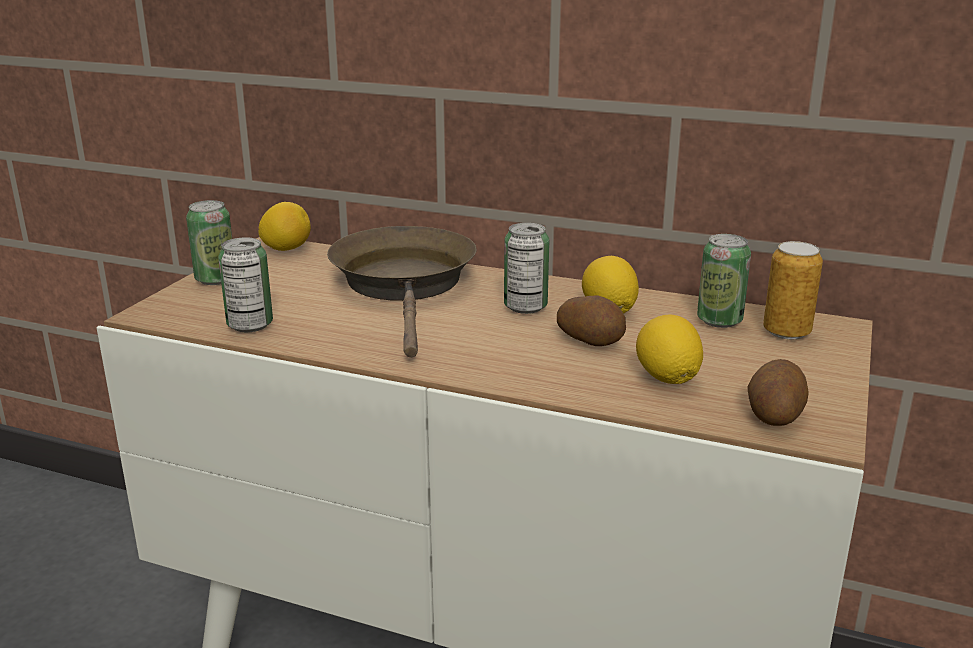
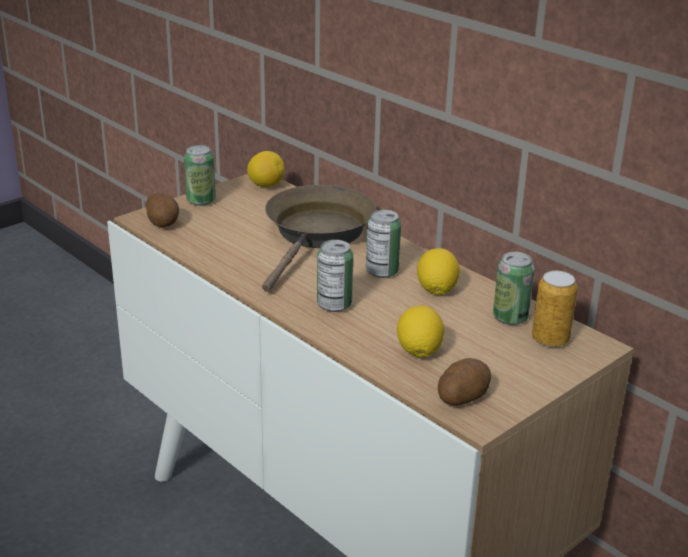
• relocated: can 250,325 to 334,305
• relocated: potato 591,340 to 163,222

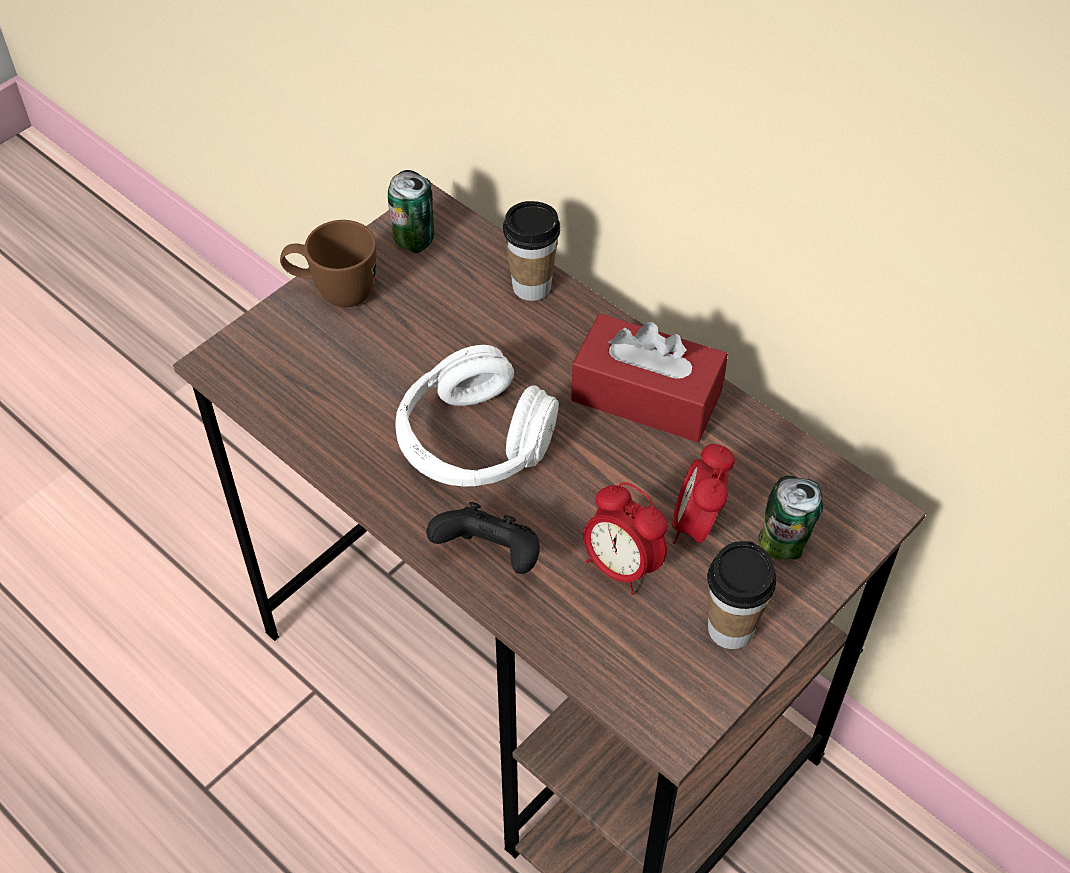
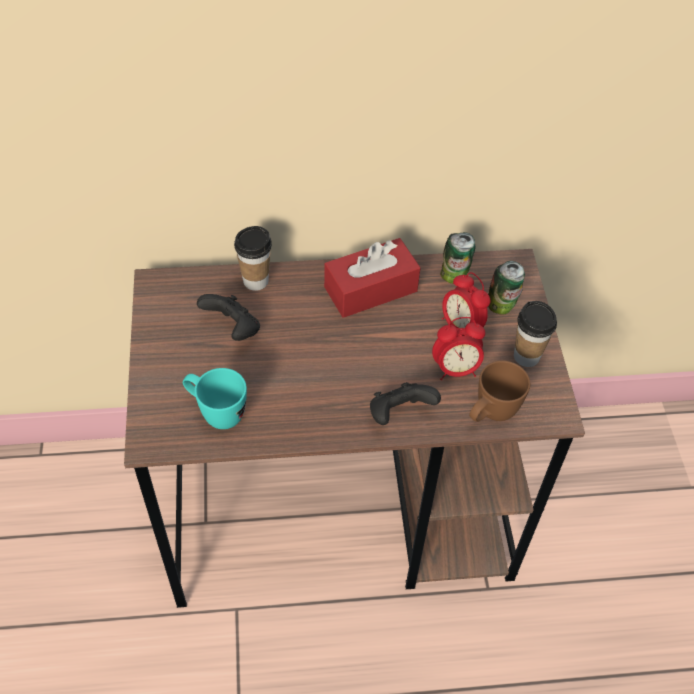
• relocated: can 413,241 to 454,276
• relocated: brown mug 334,293 to 490,414
• missing: white headphones 473,440
• appeared: black game controller 233,329
• appeared: turquoise mug 216,413

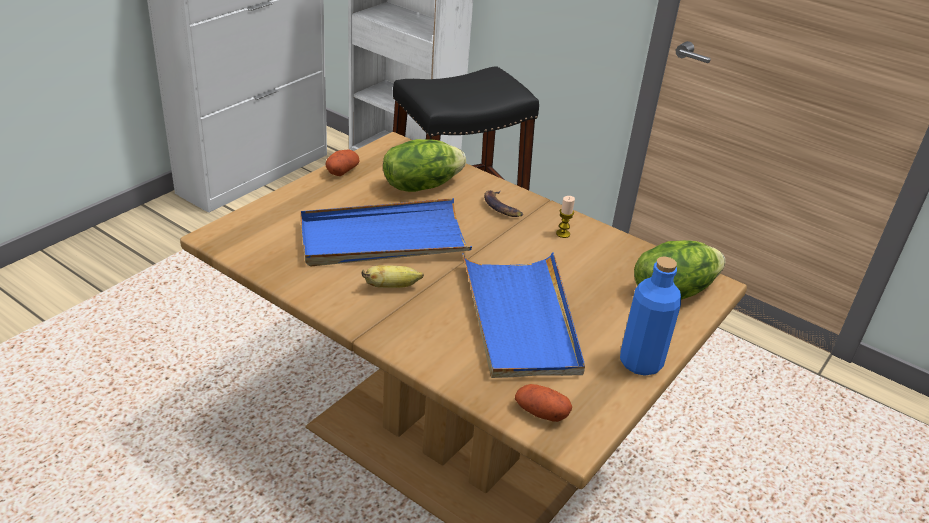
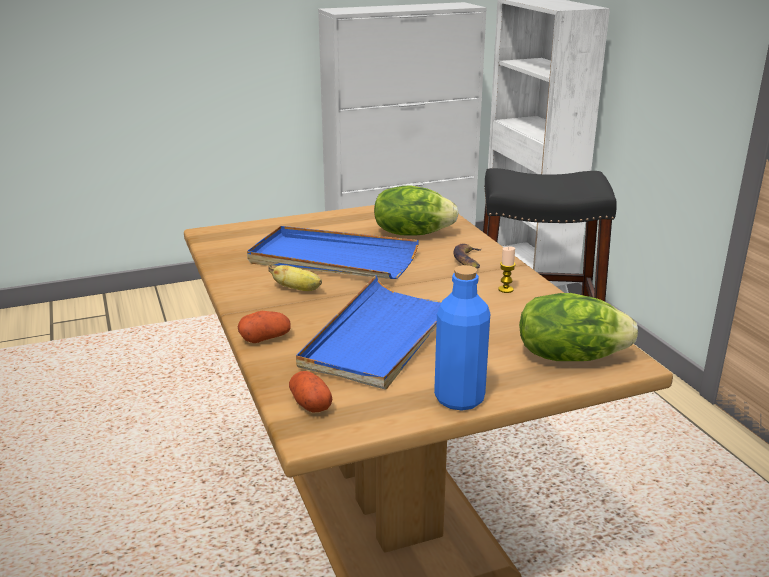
• relocated: potato 342,171 to 265,338

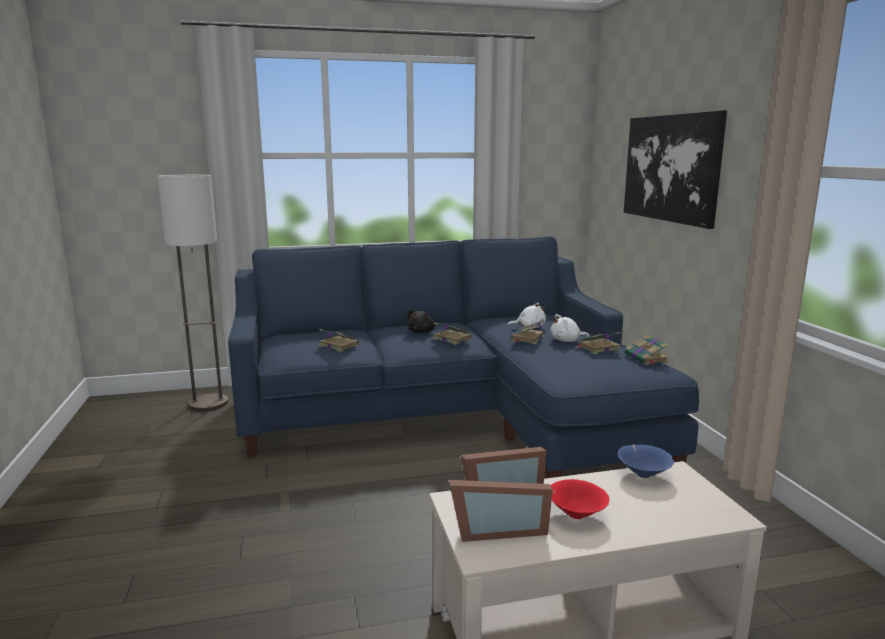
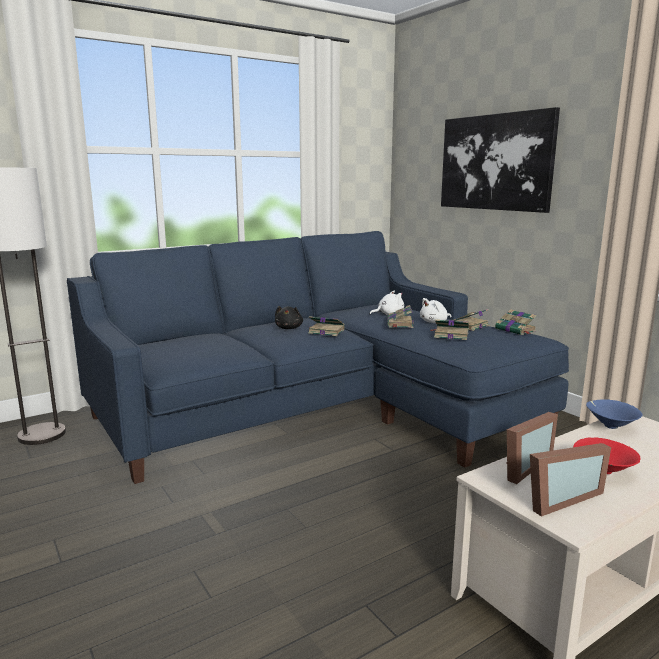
• relocated: book 338,345 to 450,335

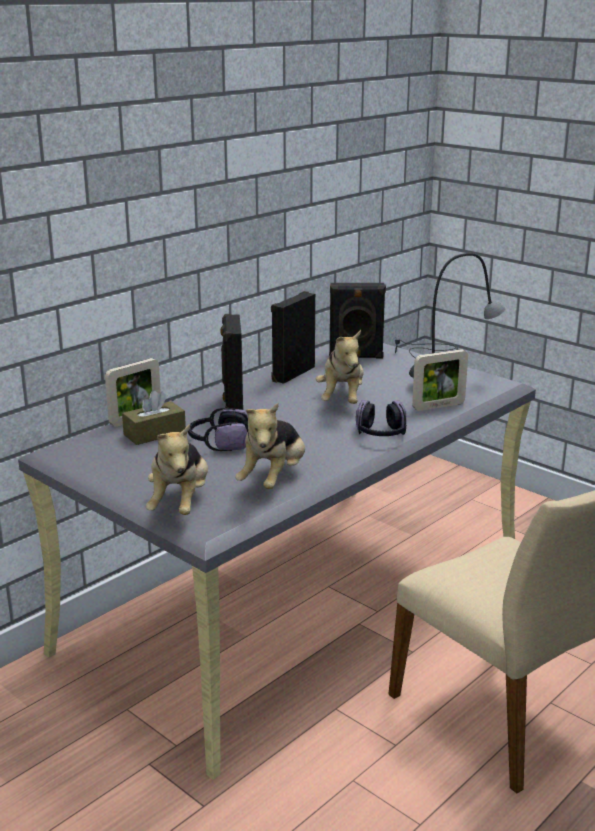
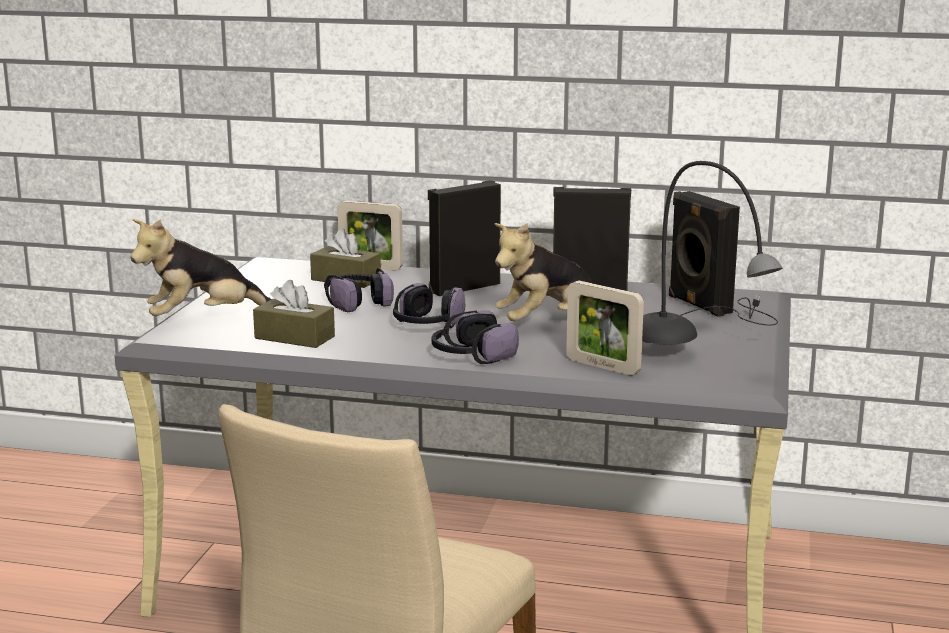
• exchanged: plush toy 274,479 to brown tissue box 294,337
• appeared: headphones 426,325

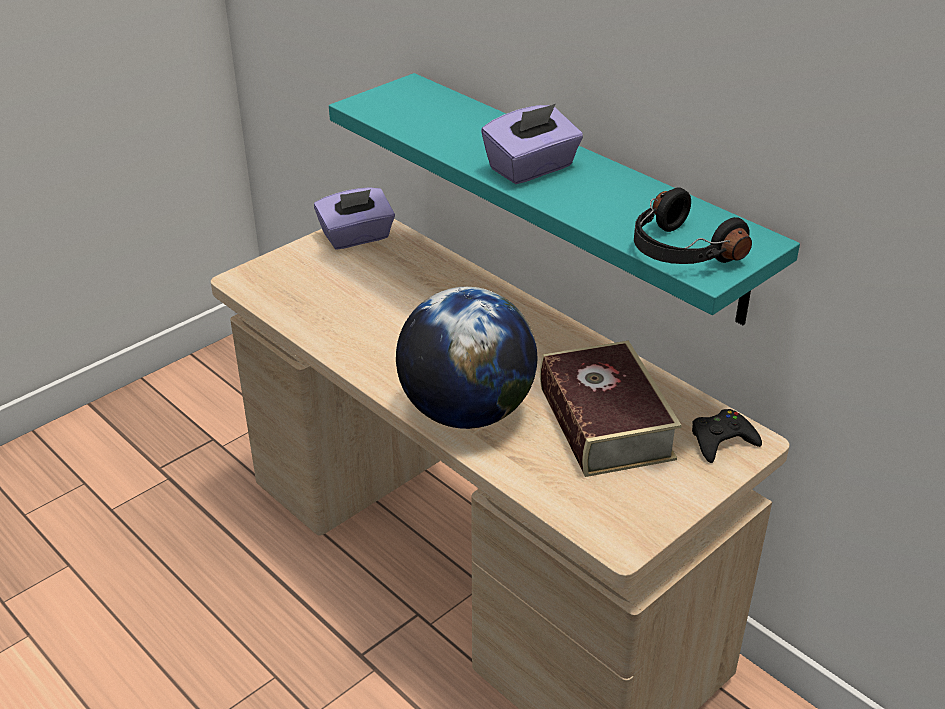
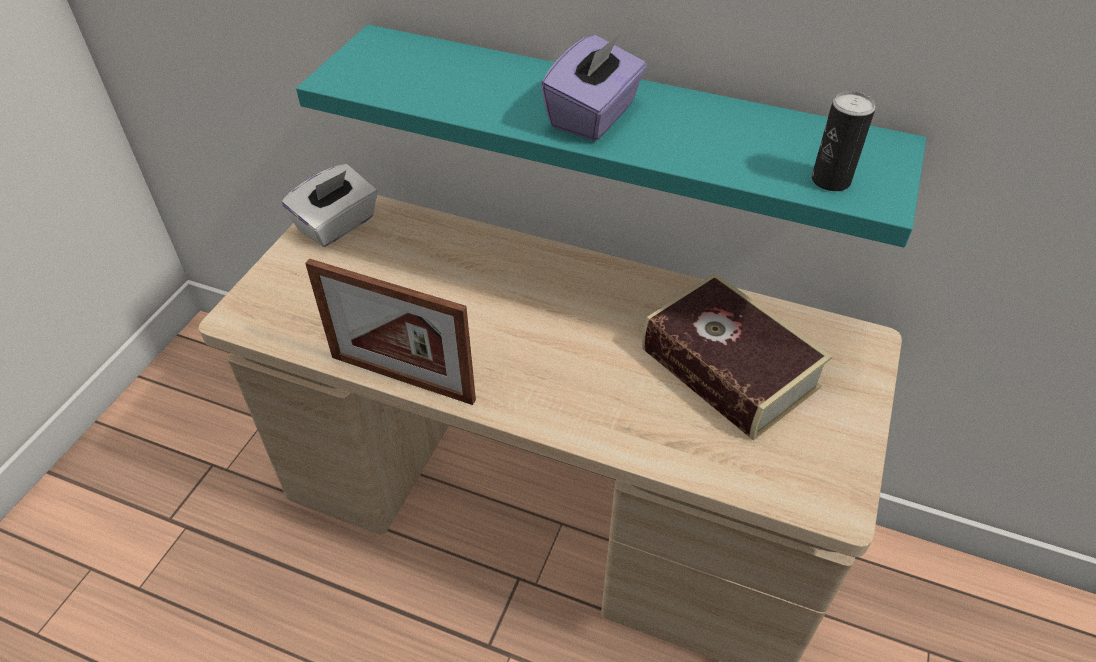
• colour: purple tissue box 356,237 to white tissue box 337,225
• exchanged: black headphones 680,251 to can 830,180
• missing: globe 466,412
• missing: black game controller 722,441
• appeared: picture frame 402,378

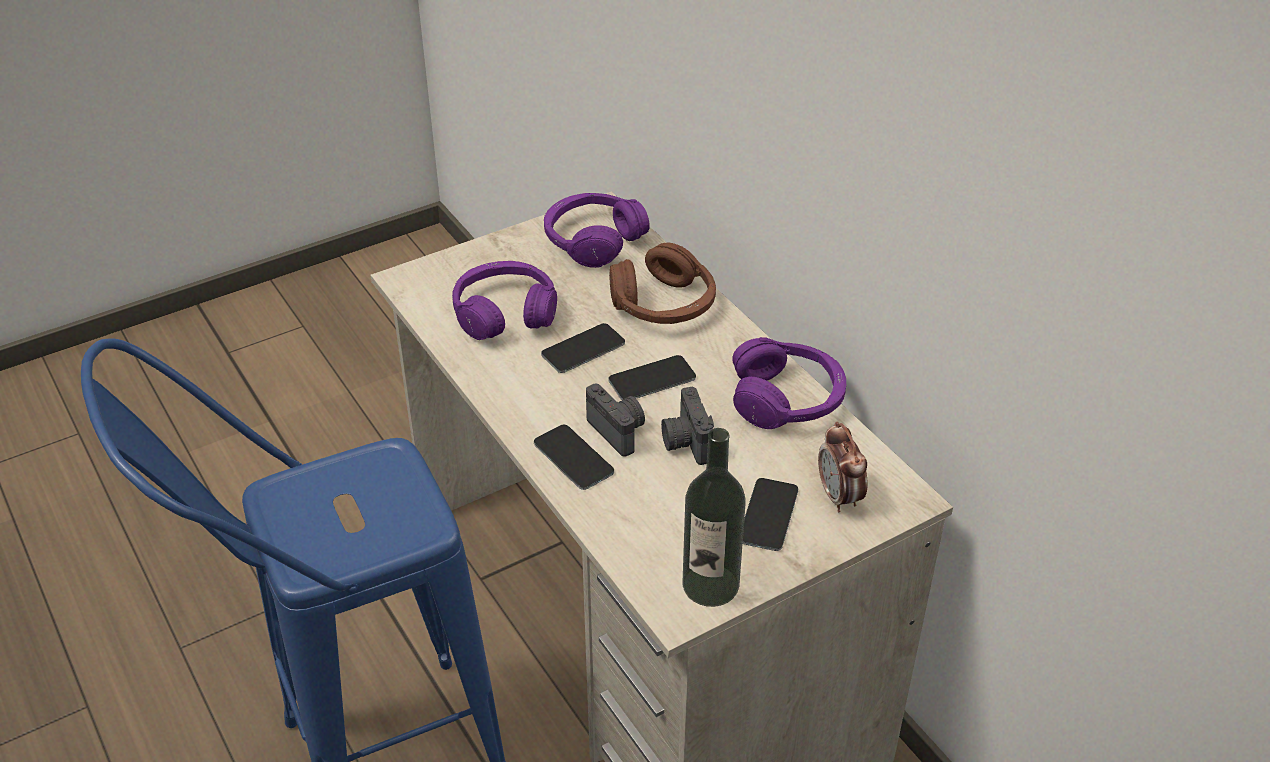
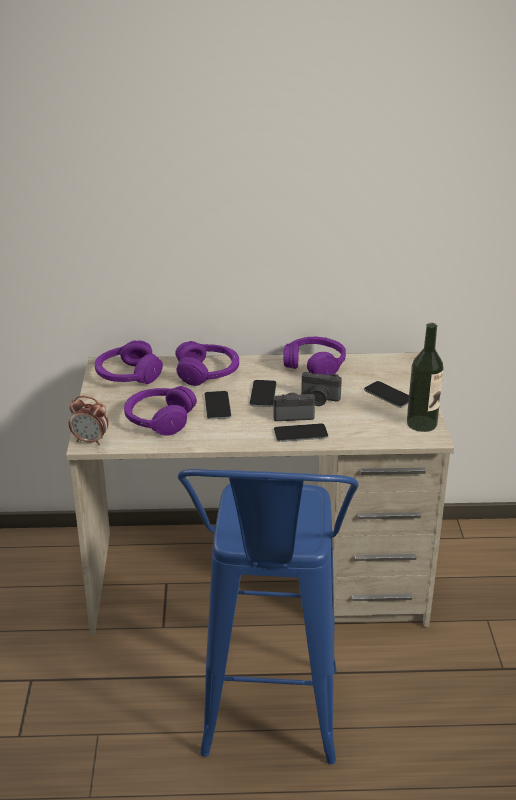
• colour: brown headphones 663,305 to purple headphones 208,373
• relocated: alarm clock 839,497 to 90,441

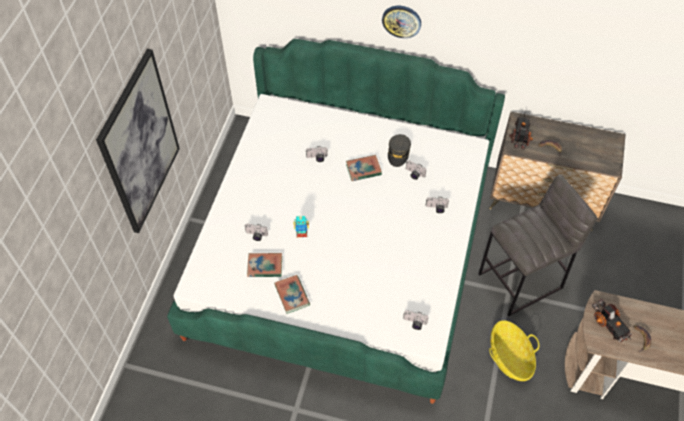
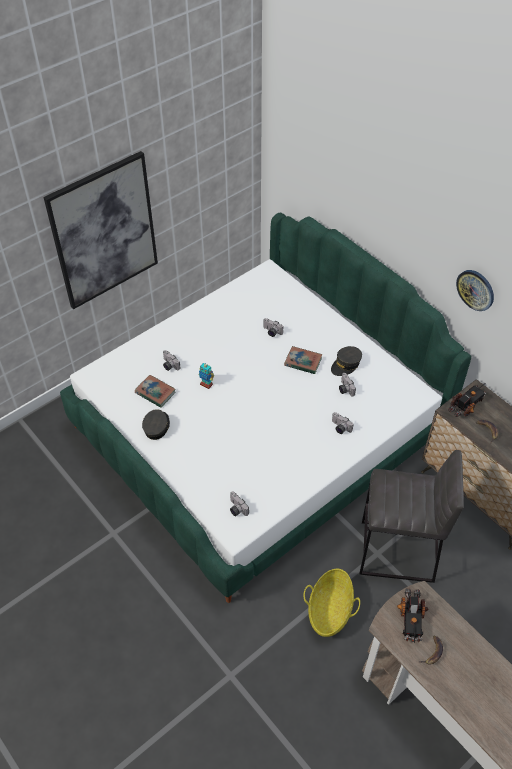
• relocated: wall clock 401,21 to 475,289
• exchanged: book 292,295 to grey cap 156,427

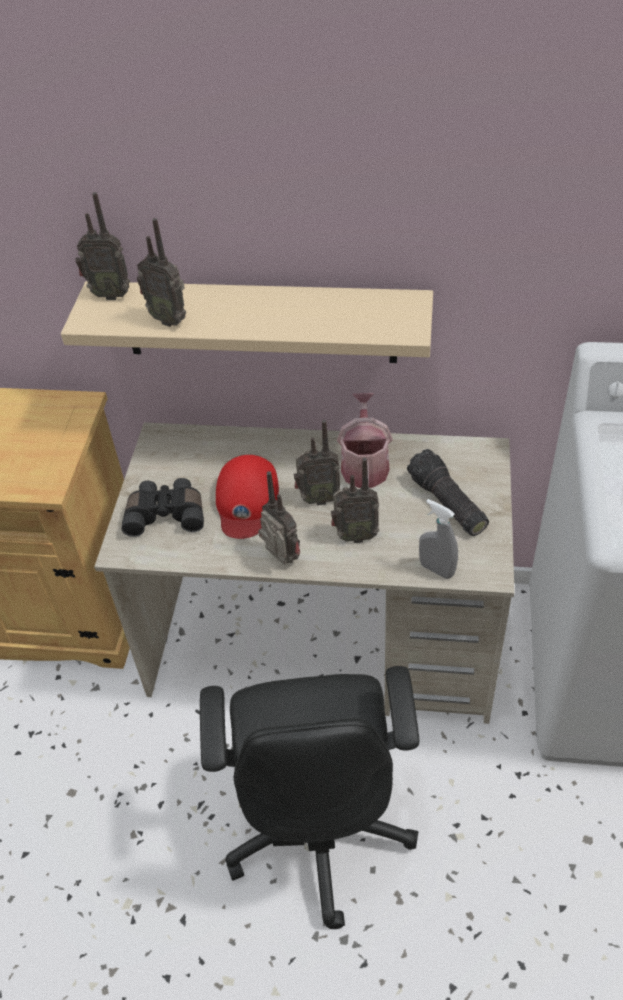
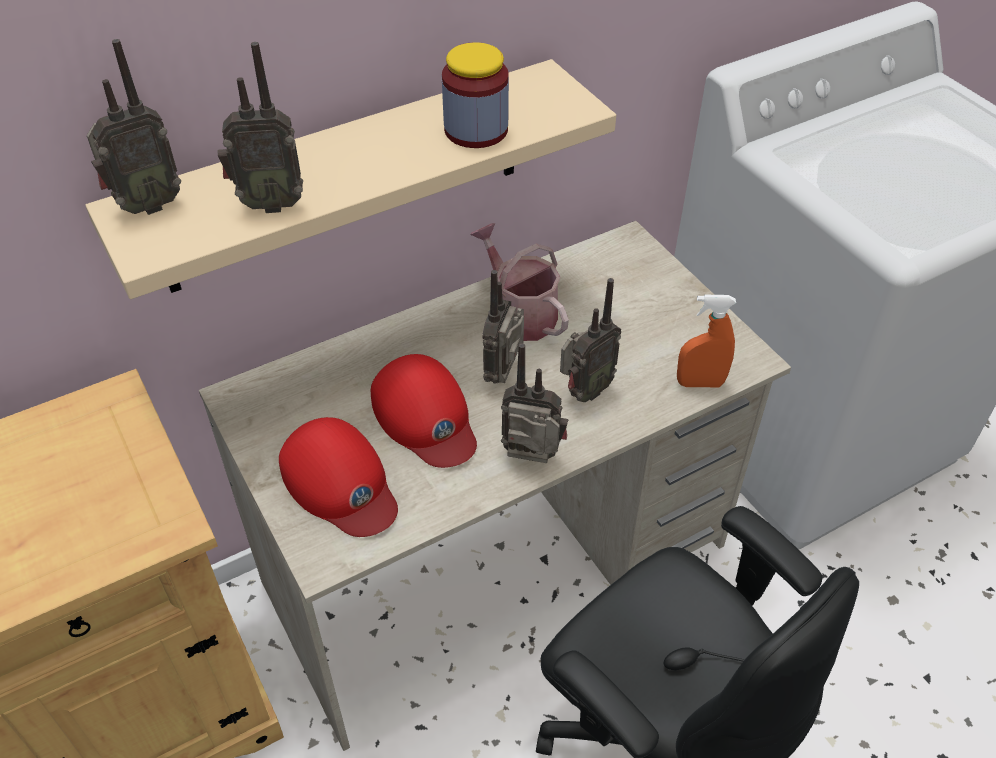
• spun: radio 318,498 = 504,373 150 degrees clockwise
• missing: flashlight 445,503
• exchanged: black binoculars 166,514 to red cap 340,483
• colour: grey spray bottle 436,569 to orange spray bottle 700,383
• appeared: jar 476,130

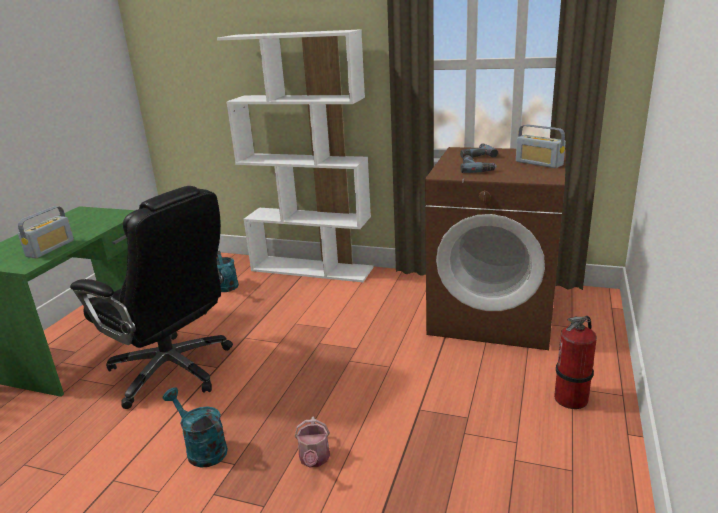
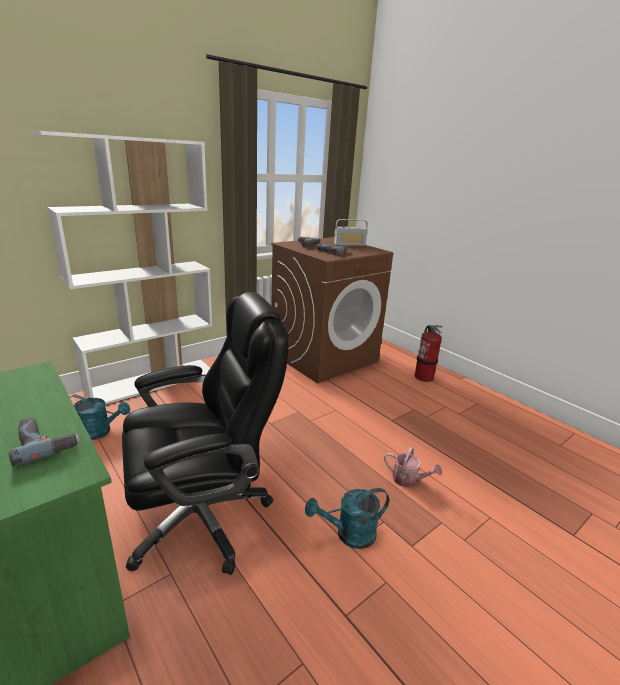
• exchanged: radio 50,248 to power drill 45,442

